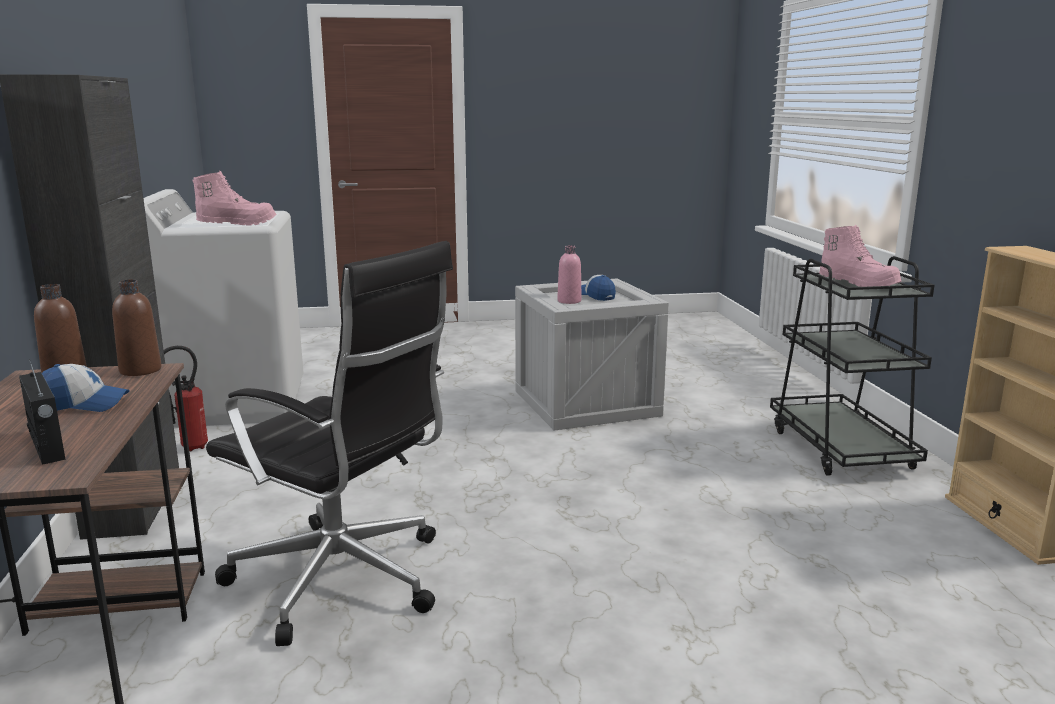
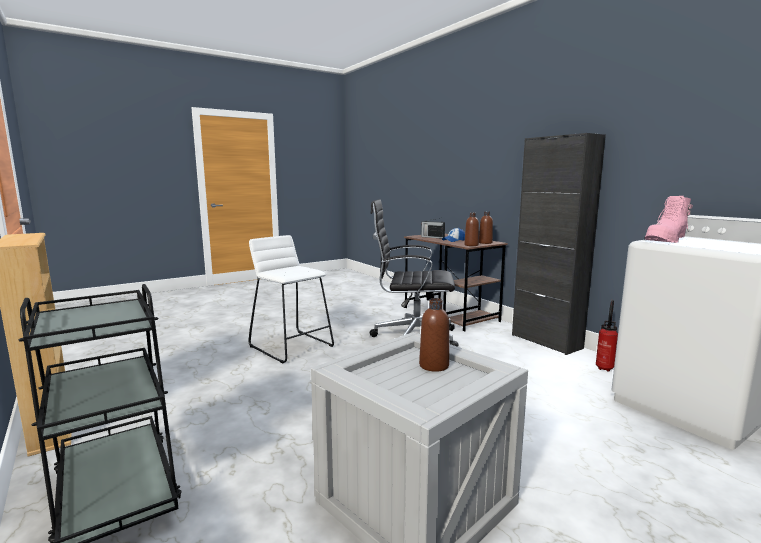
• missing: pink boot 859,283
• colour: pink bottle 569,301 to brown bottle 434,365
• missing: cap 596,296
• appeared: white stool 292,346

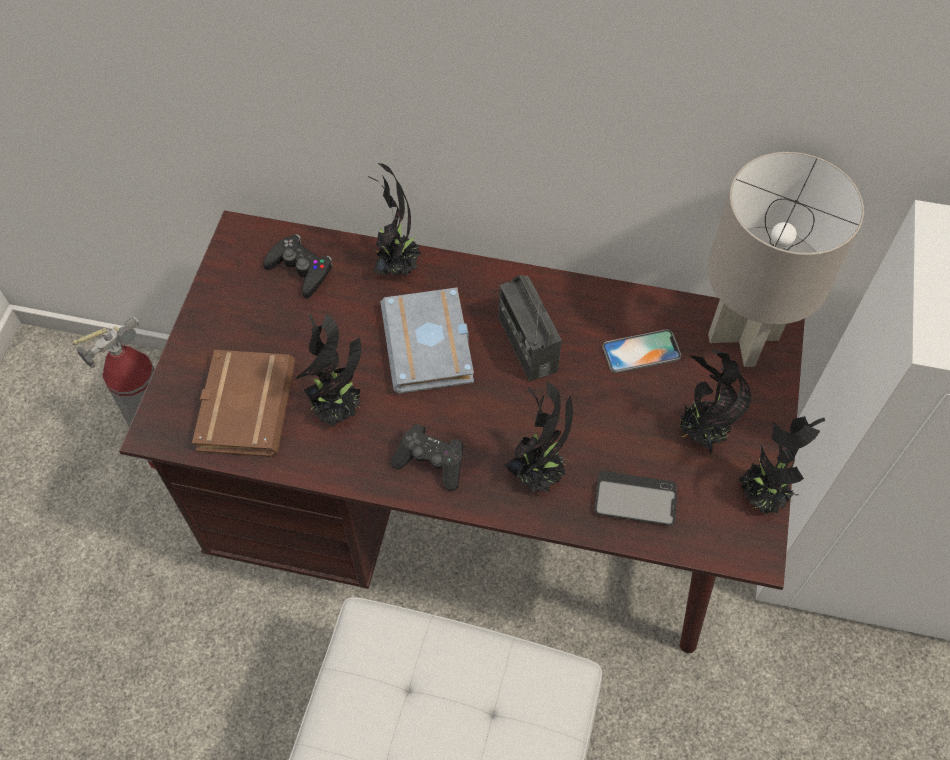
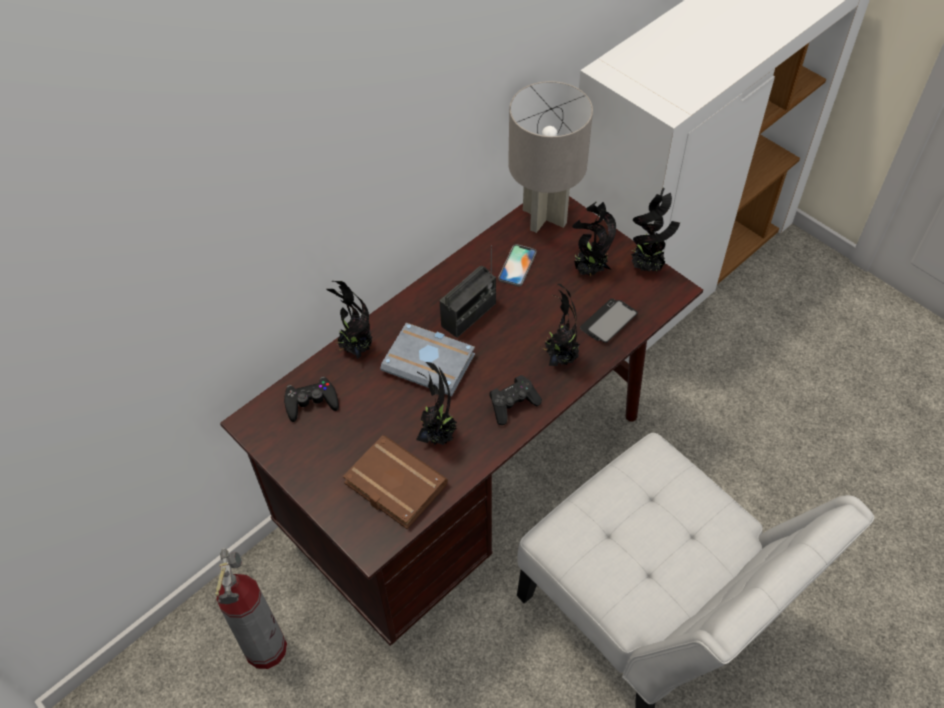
• spun: radio 527,344 = 469,315 60 degrees counterclockwise

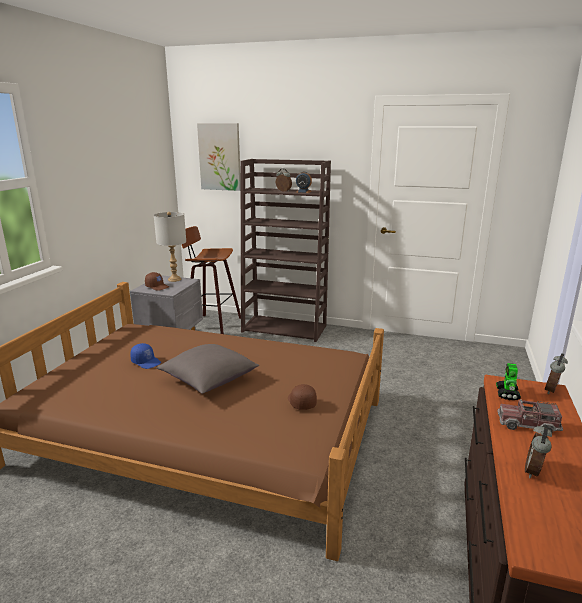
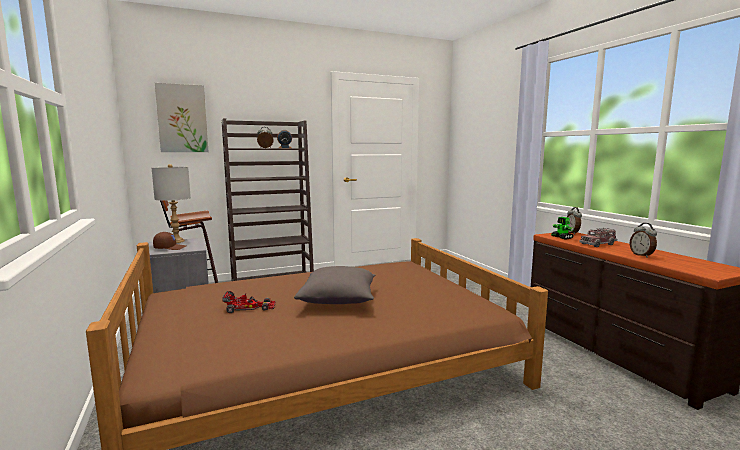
• exchanged: blue cap 146,362 to toy car 250,307
• missing: brown cap 301,402

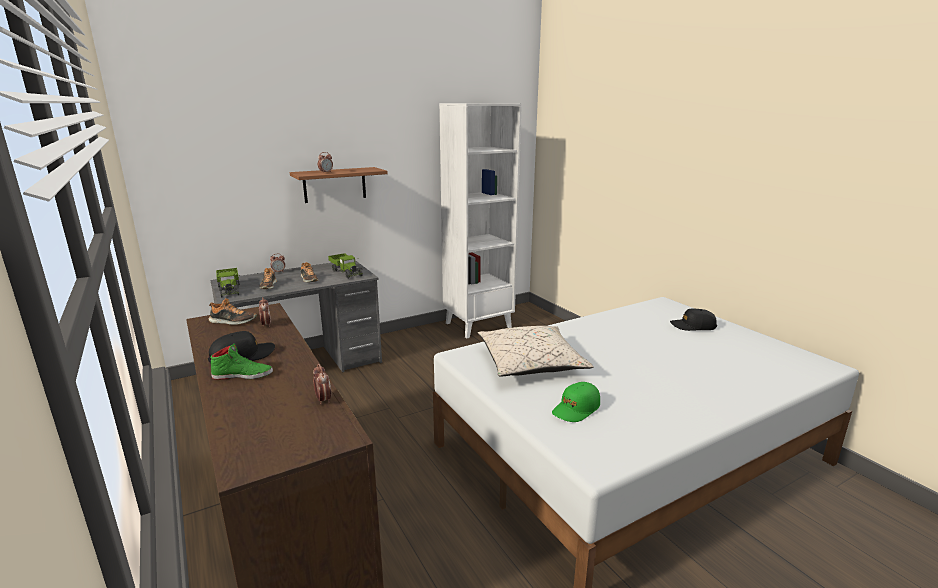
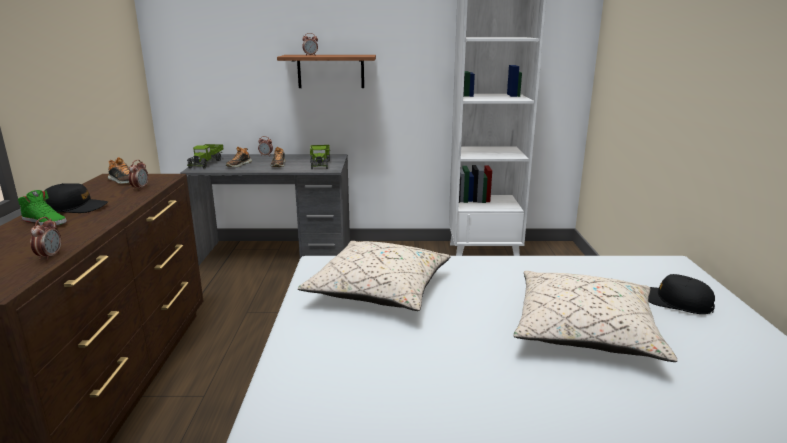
• missing: green cap 576,409
• appeared: beige pillow 585,331

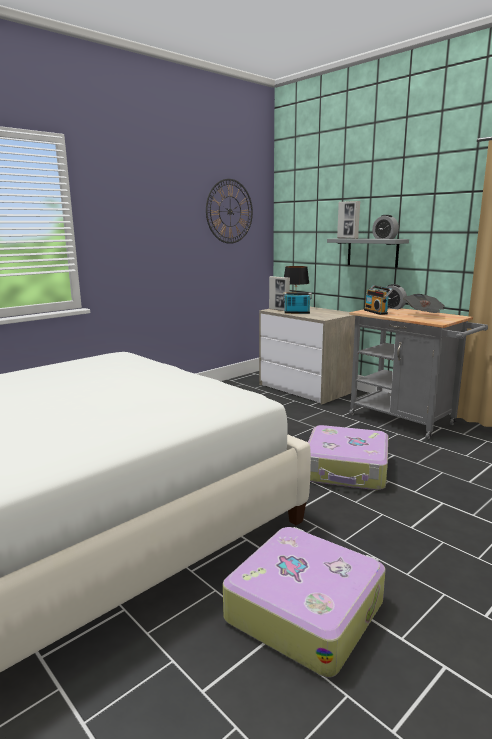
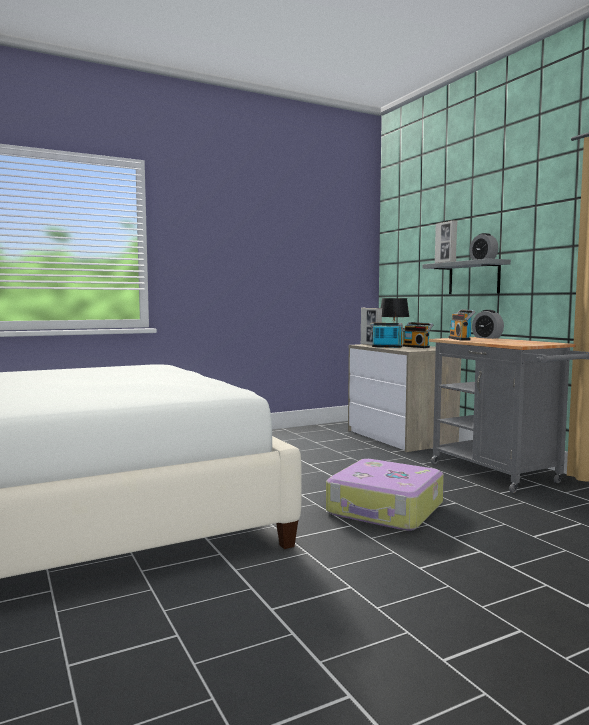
• missing: wall clock 229,211
• missing: newspaper 424,315
• missing: suitcase 304,609
• appeared: radio 417,347

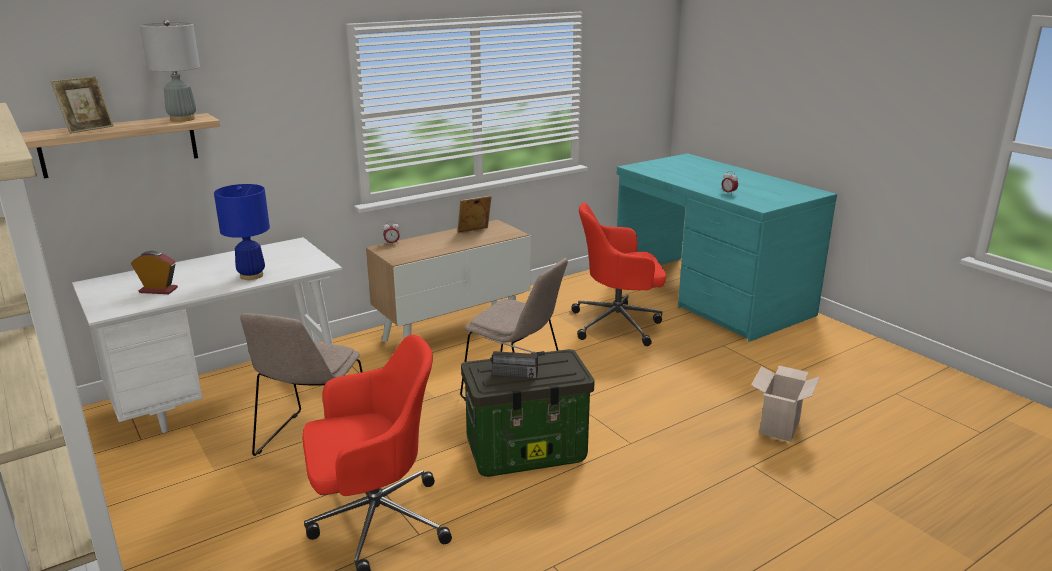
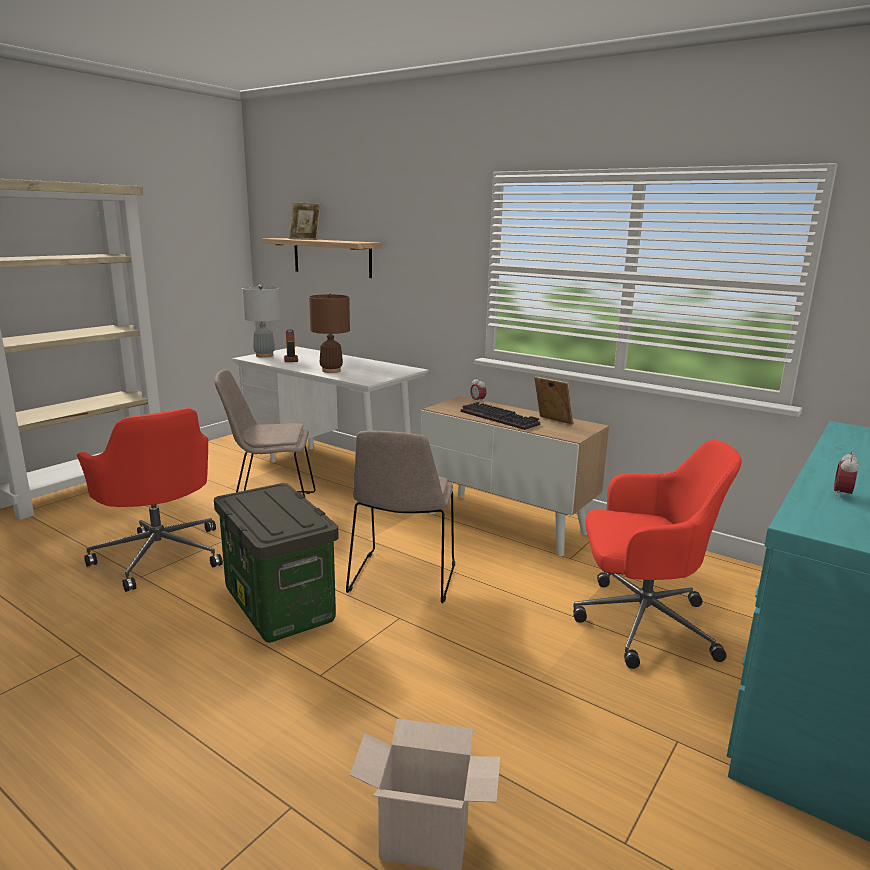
• relocated: grey table lamp 182,119 to 264,355
• colour: blue table lamp 251,276 to brown table lamp 331,371
• spun: red office chair 618,324 = 640,623 120 degrees clockwise
• missing: radio 502,374
• appeared: keyboard 501,418

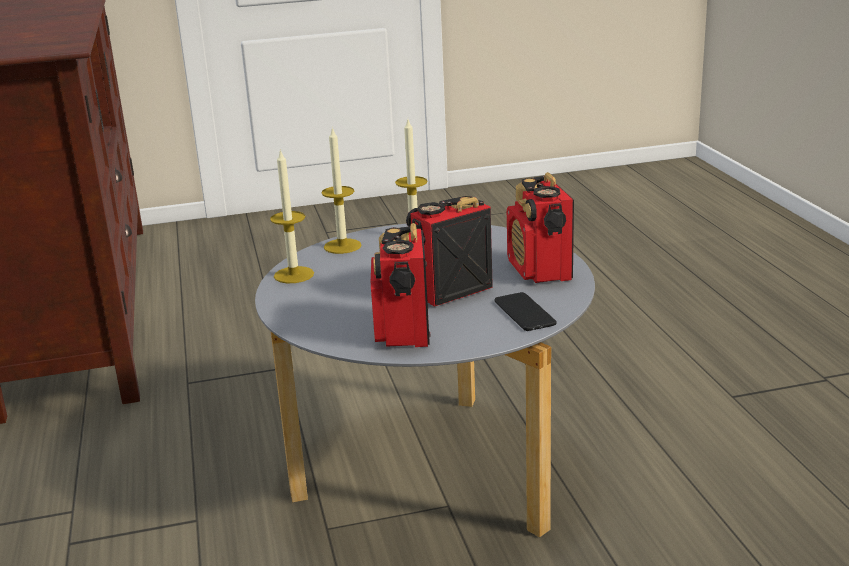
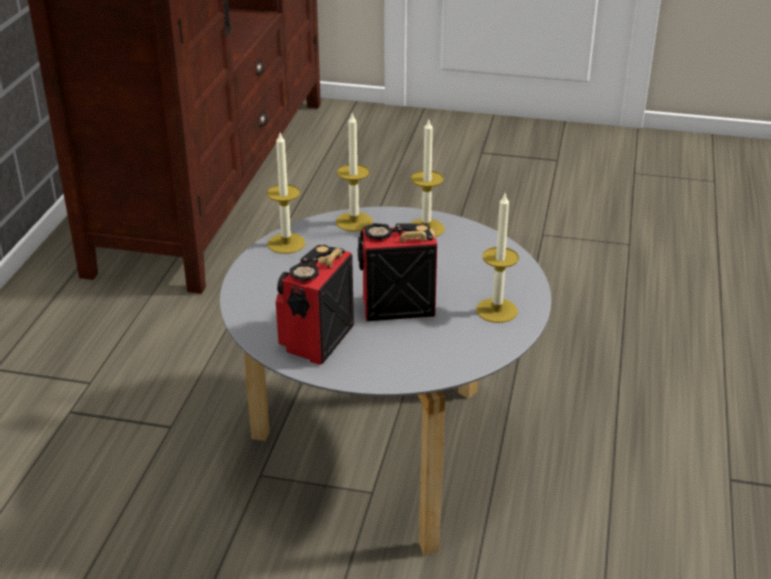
• exchanged: radio 540,271 to candle 496,310
• missing: phone 524,312

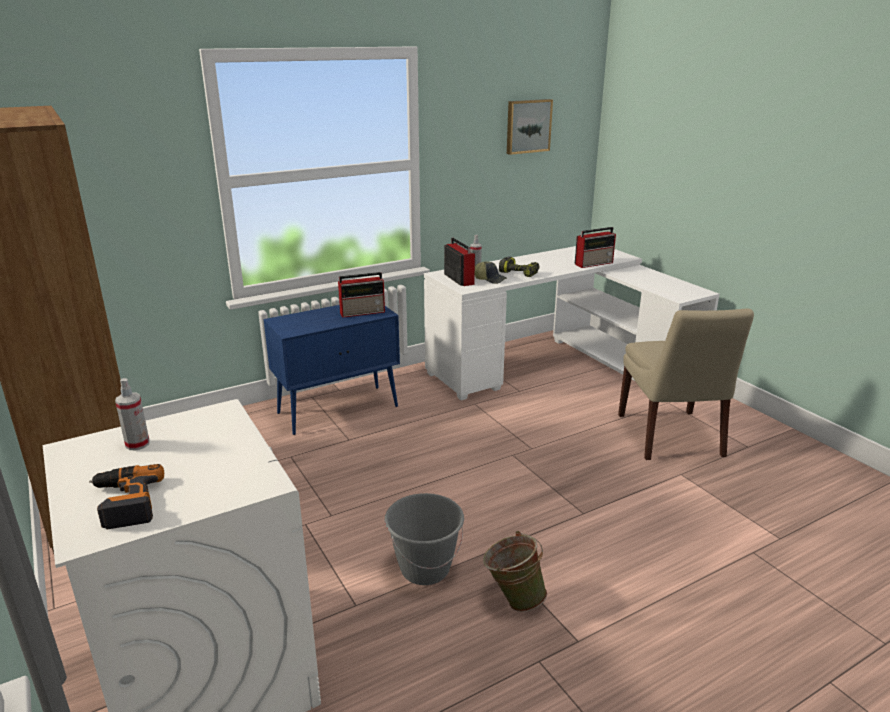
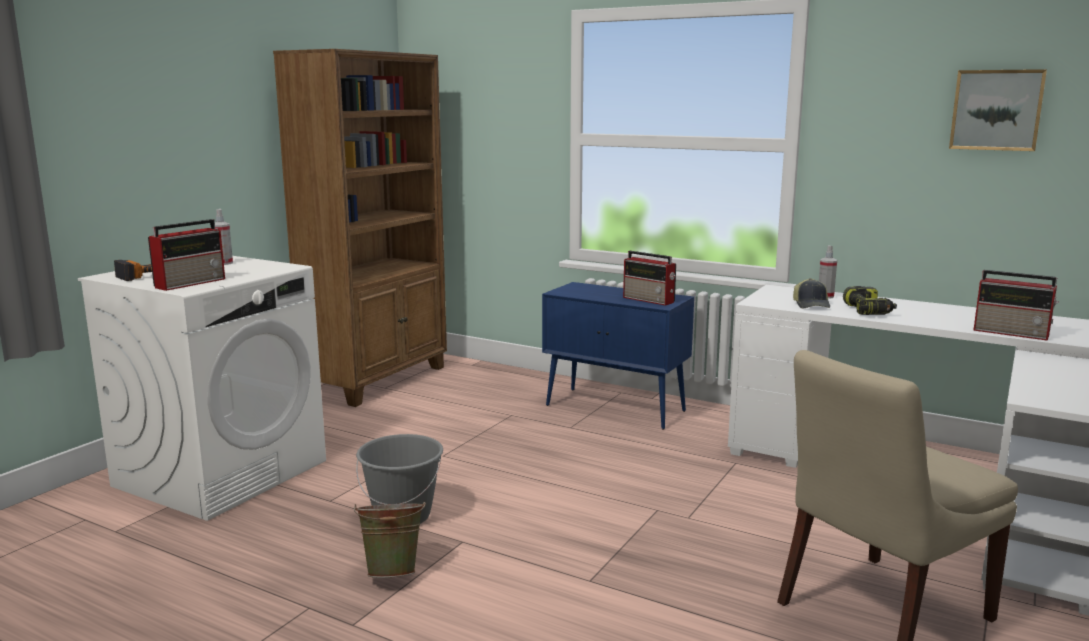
• relocated: radio 458,279 to 191,283

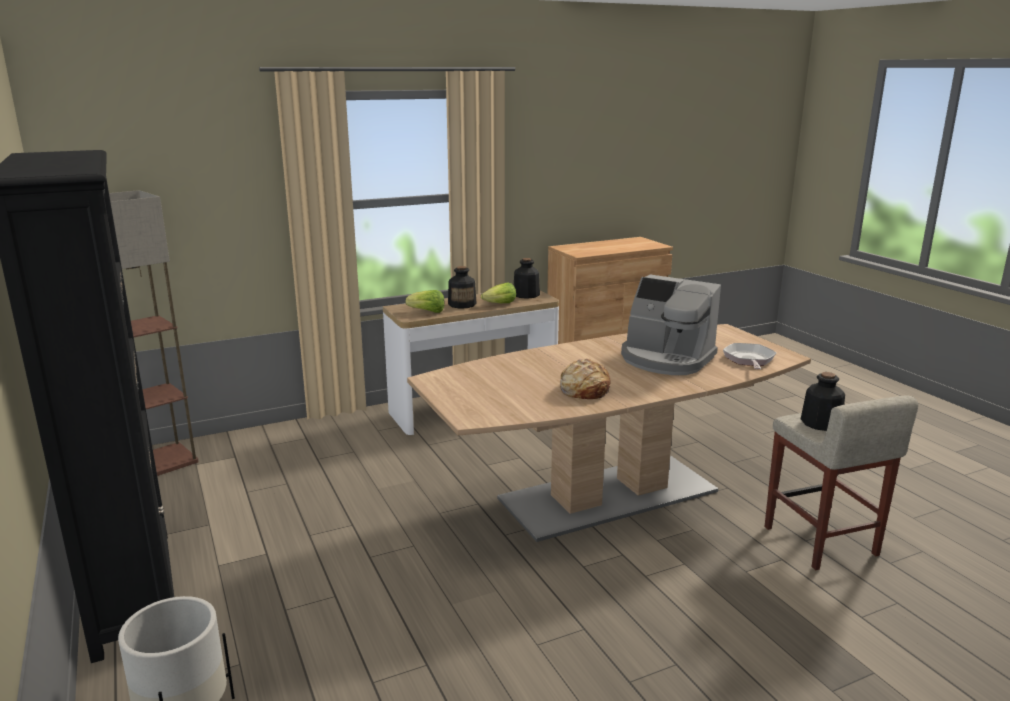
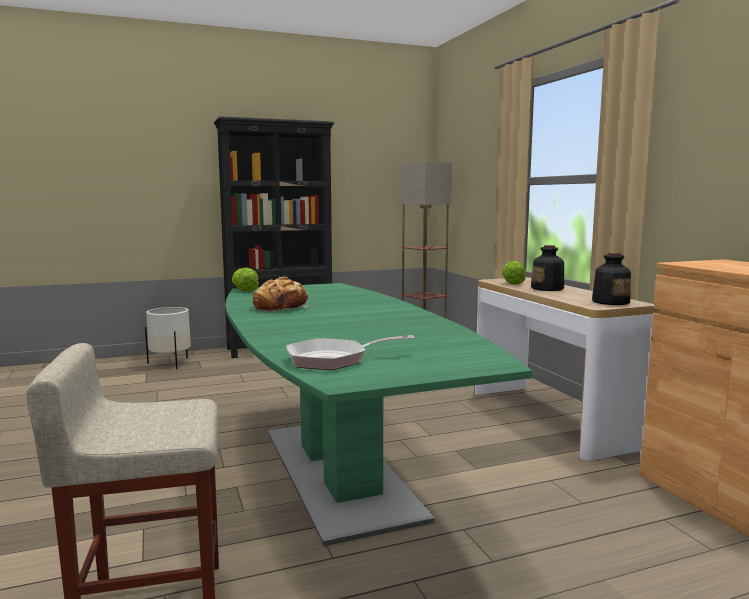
• missing: coffee machine 666,359
• relocated: lettuce 500,304 to 244,290
• colour: brown dining table 609,495 to green dining table 338,472
• spun: frying pan 749,360 = 333,359 150 degrees clockwise
• missing: bottle 820,423

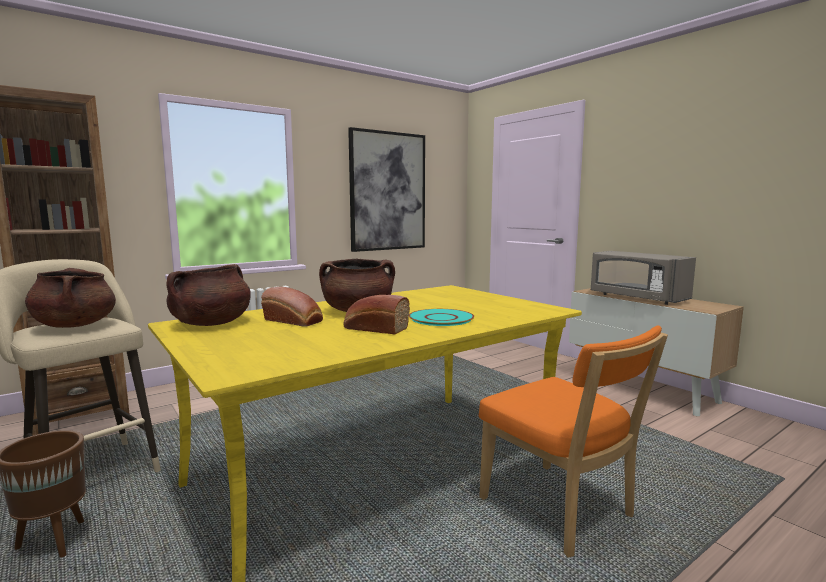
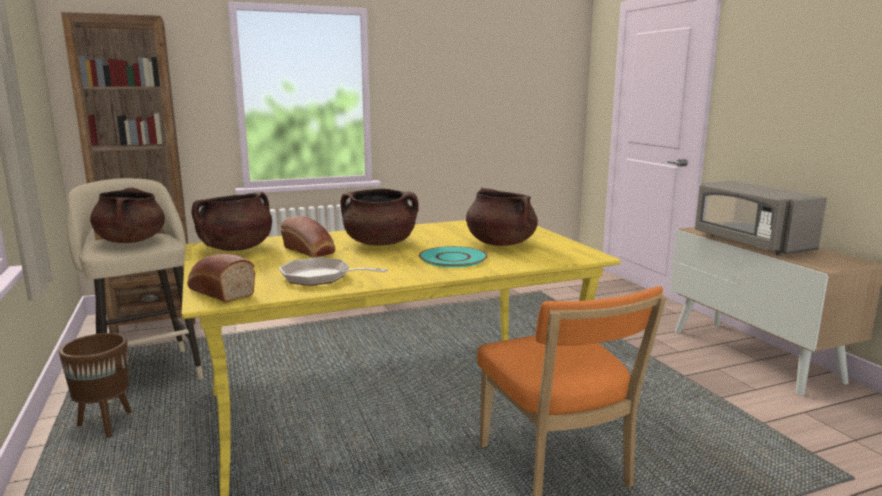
• missing: picture 388,191
• relocated: bread 374,328 to 219,291
• appeared: brown cooking pot 500,243
• appeared: frying pan 321,277

